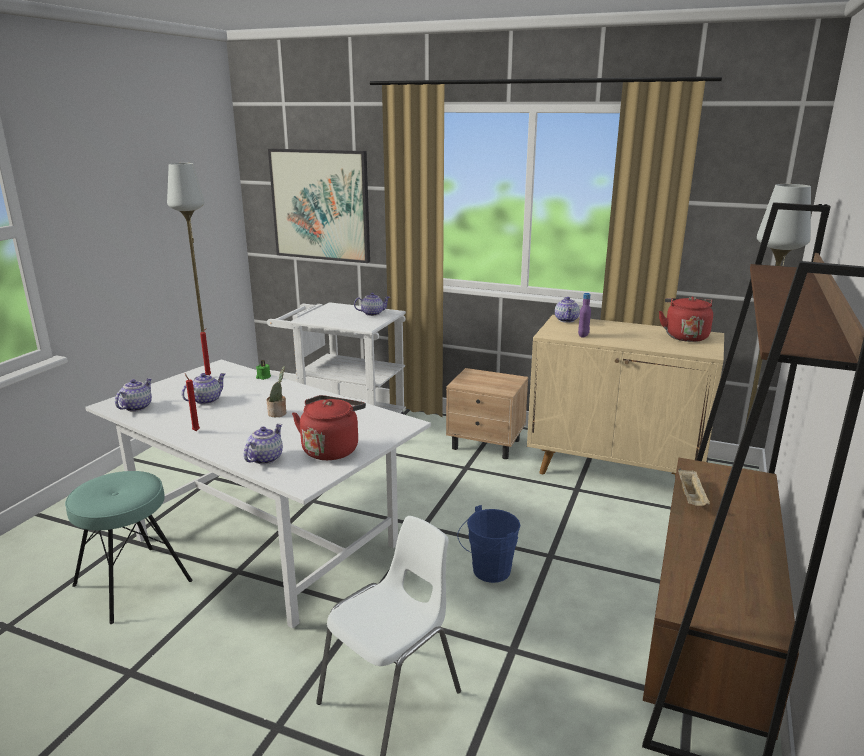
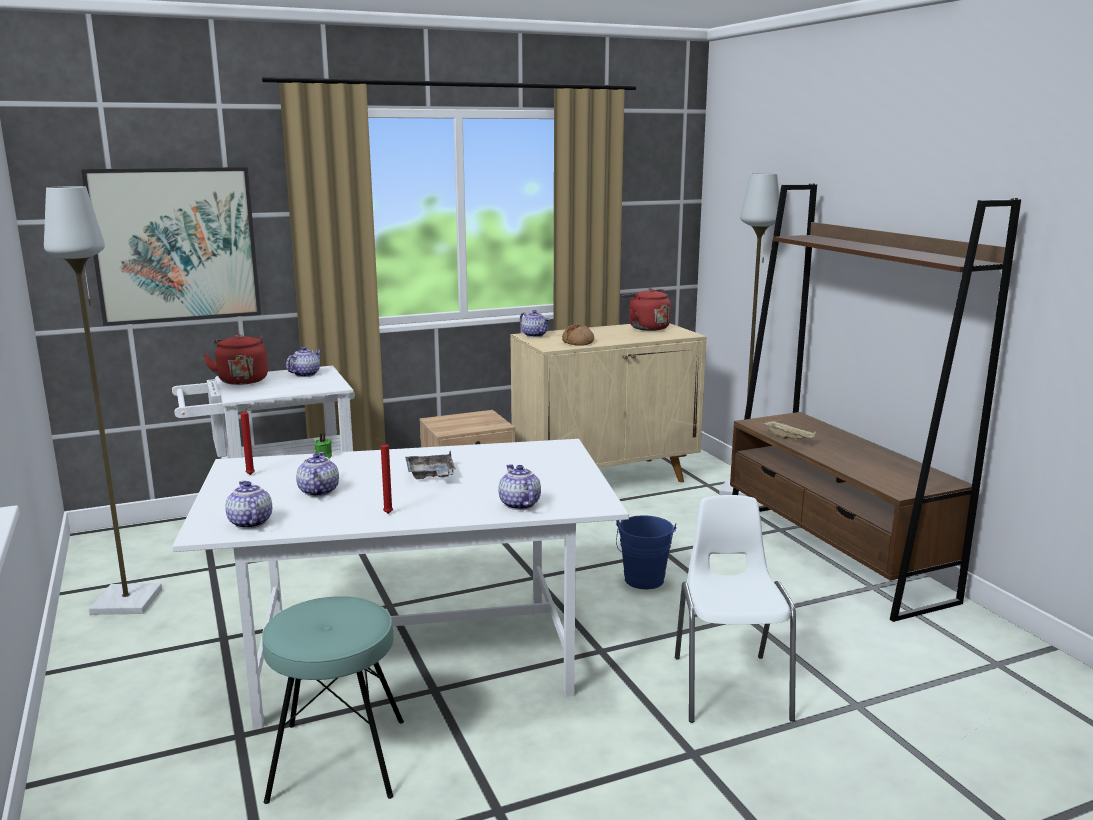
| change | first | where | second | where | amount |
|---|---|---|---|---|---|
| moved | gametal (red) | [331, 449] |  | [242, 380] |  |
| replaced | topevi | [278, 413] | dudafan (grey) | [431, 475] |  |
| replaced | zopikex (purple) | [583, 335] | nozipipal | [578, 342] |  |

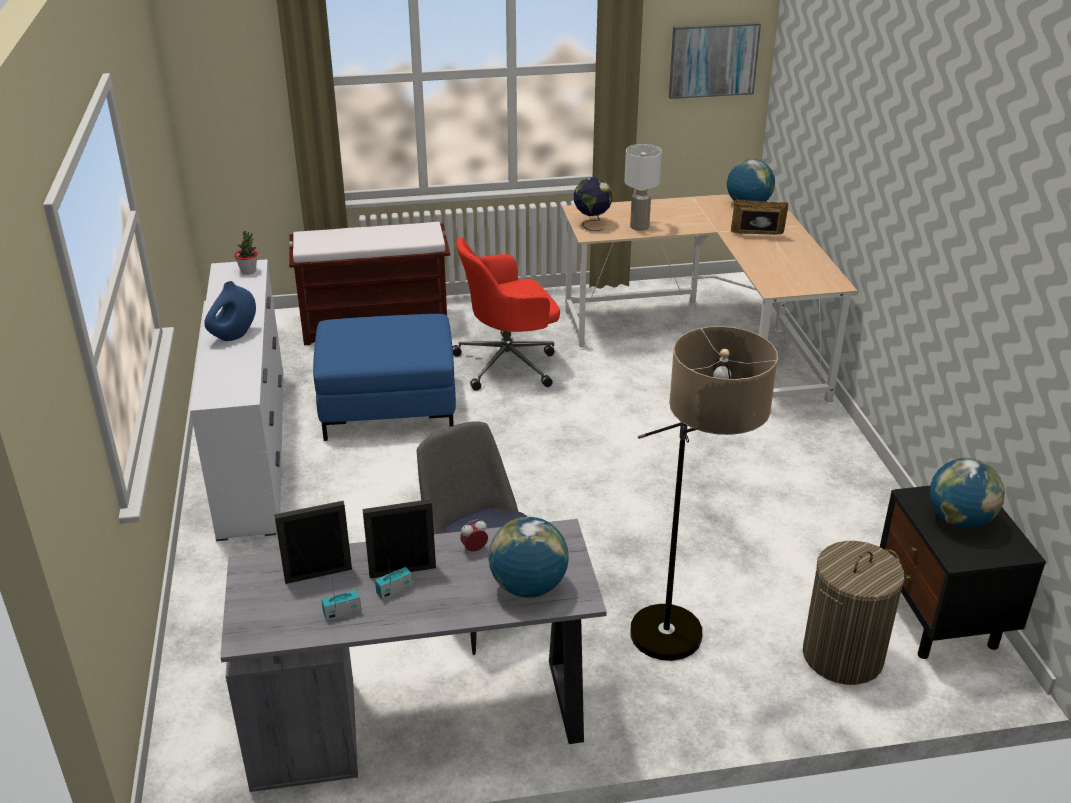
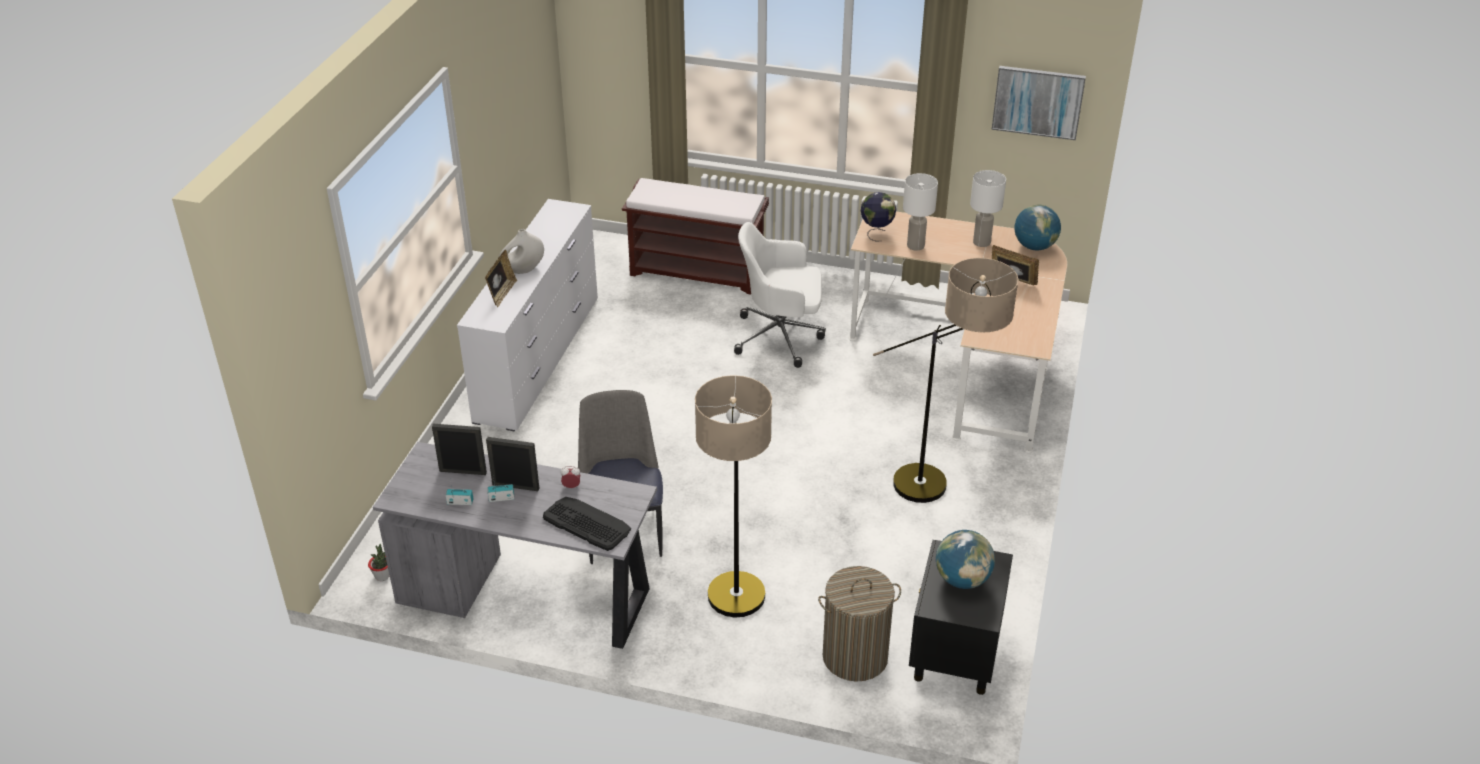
| change | first | where | second | where | amount |
|---|---|---|---|---|---|
| removed | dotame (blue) | [389, 406] |  |  |  |
| added |  |  | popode | [502, 294] |  |
| added |  |  | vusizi | [939, 492] |  |
| added |  |  | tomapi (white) | [982, 243] |  |
| moved | topevi | [248, 271] |  | [382, 576] |  |
| replaced | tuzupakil | [528, 586] | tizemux | [586, 523] |  |
| recoloured | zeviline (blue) | [234, 336] | zeviline (white) | [523, 270] |  |
| recoloured | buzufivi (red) | [509, 363] | buzufivi (white) | [781, 337] |  |

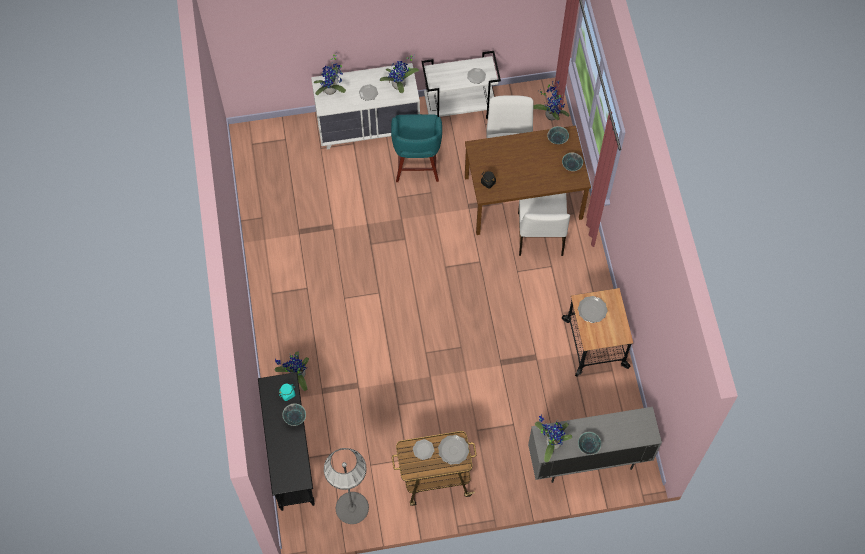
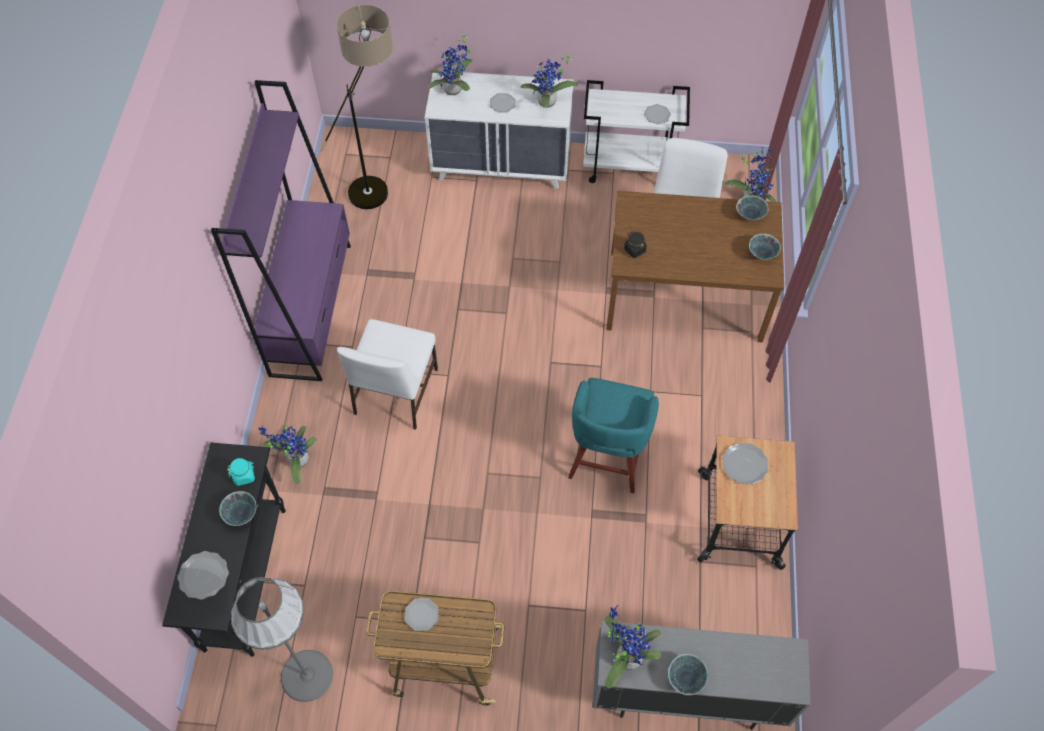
| change | first | where | second | where | amount |
|---|---|---|---|---|---|
| added |  |  | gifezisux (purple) | [311, 308] |  |
| added |  |  | vusizi | [379, 183] |  |
| moved | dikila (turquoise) | [417, 165] |  | [607, 459] |  |
| moved | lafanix | [453, 450] |  | [204, 575] |  |
| moved | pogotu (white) | [539, 235] |  | [394, 392] |  |

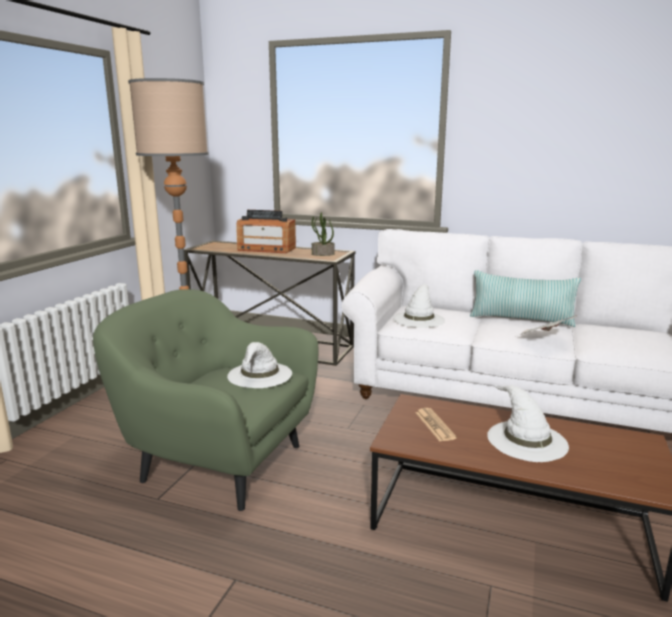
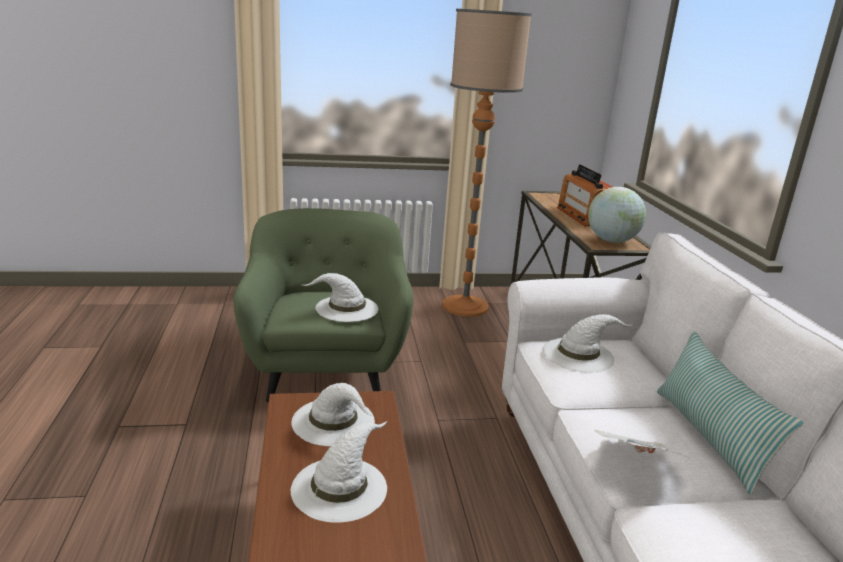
| change | first | where | second | where | amount |
|---|---|---|---|---|---|
| replaced | topevi | [322, 254] | tuzupakil | [611, 241] |  |
| replaced | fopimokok | [435, 425] | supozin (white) | [334, 421] |  |

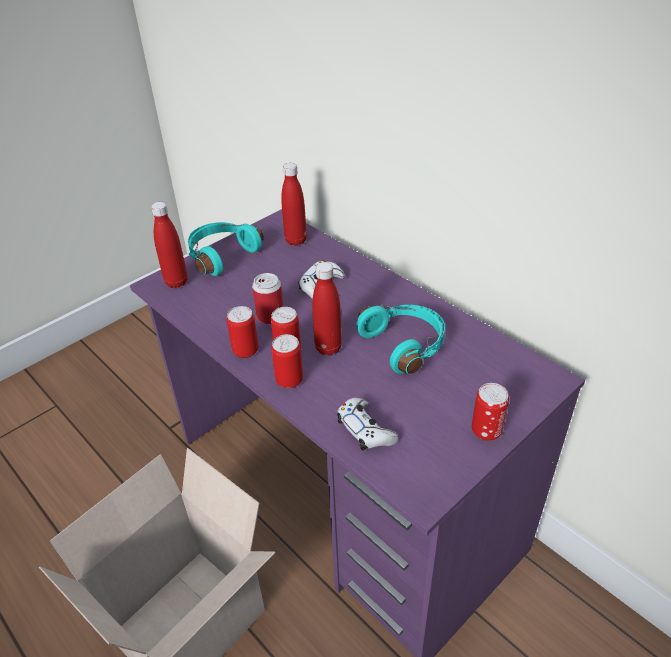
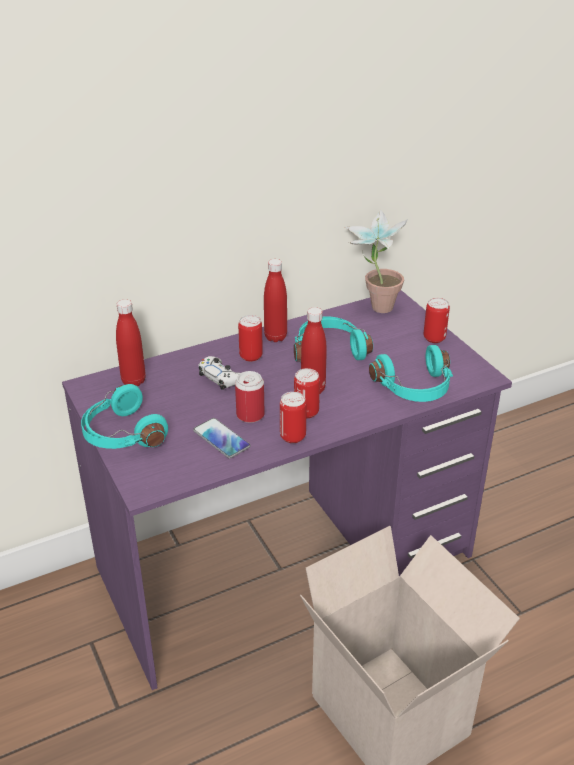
| change | first | where | second | where | amount |
|---|---|---|---|---|---|
| added |  |  | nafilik | [221, 439] |  |
| added |  |  | topevi | [373, 307] |  |
| moved | zopikex (red) | [176, 282] |  | [275, 337] |  |
| moved | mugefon | [289, 380] |  | [251, 356] |  |
| replaced | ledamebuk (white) | [365, 430] | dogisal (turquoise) | [415, 388] |  |

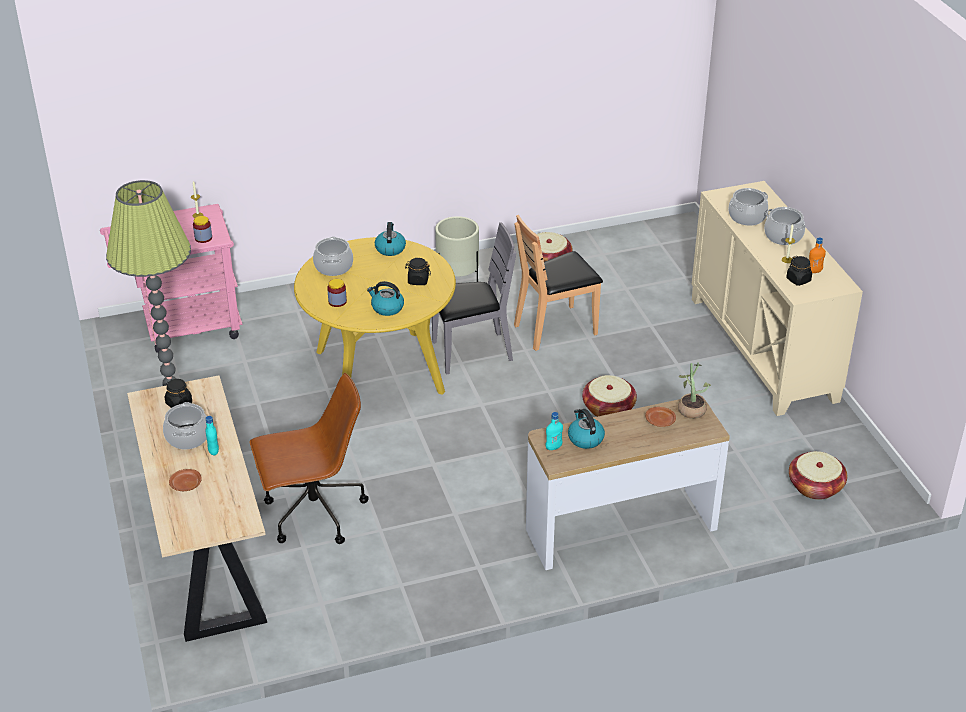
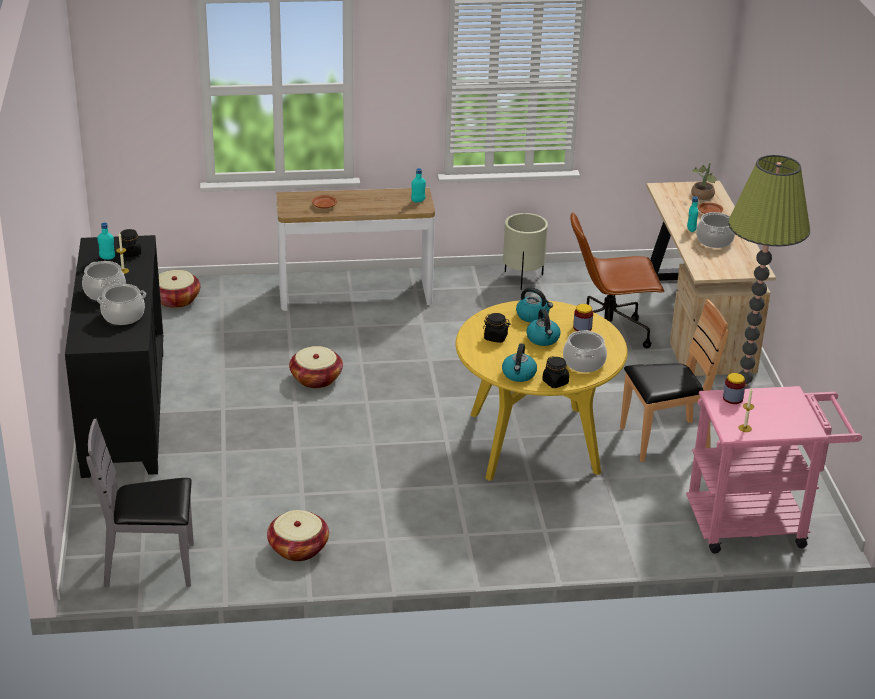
| change | first | where | second | where | amount |
|---|---|---|---|---|---|
| moved | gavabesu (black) | [179, 403] |  | [555, 382] |  |
| moved | pogotu (grey) | [471, 352] |  | [151, 566] |  |
| moved | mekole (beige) | [457, 282] |  | [523, 278] |  |
| moved | pogotu (brown) | [555, 328] |  | [664, 440] |  |
| moved | gametal | [585, 438] |  | [543, 339] |  |
| moved | topevi | [691, 408] |  | [702, 197] |  |
| recoloured | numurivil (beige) | [763, 348] | numurivil (black) | [123, 411] |  |
| recoloured | zopikex (orange) | [814, 271] | zopikex (turquoise) | [107, 258] |  |

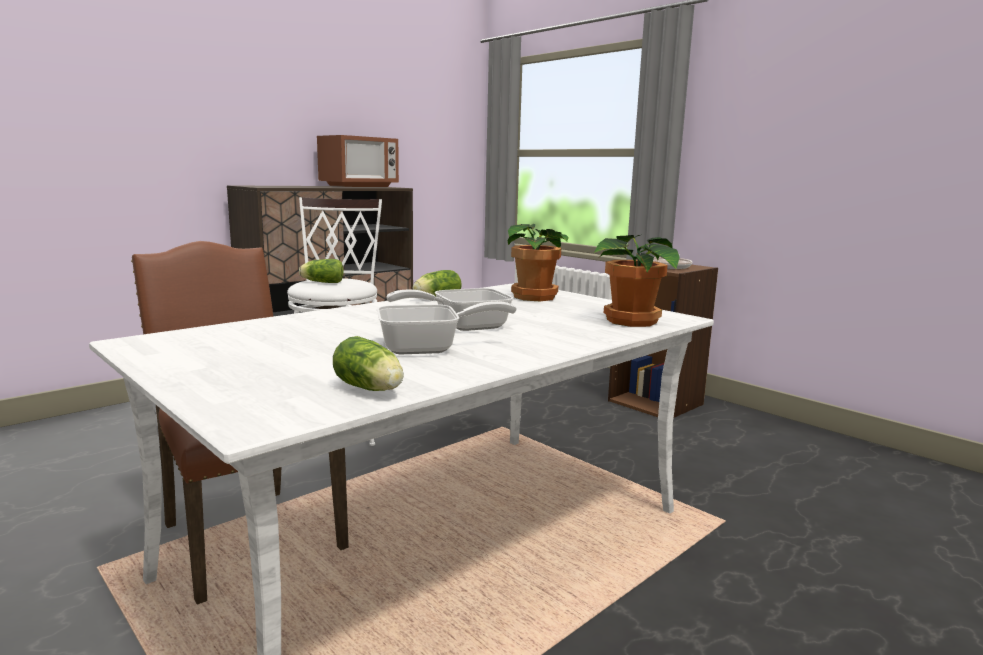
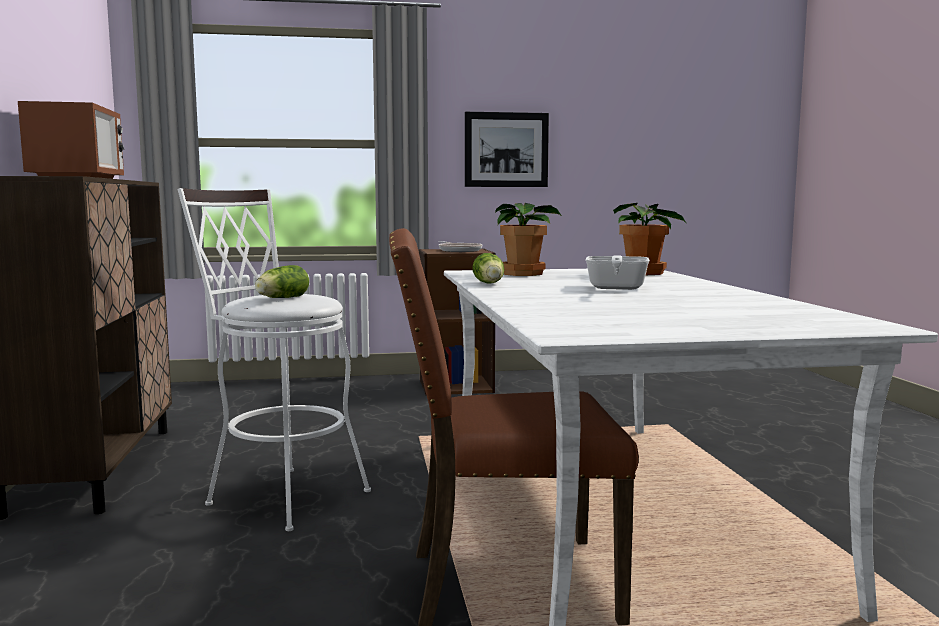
| change | first | where | second | where | amount |
|---|---|---|---|---|---|
| removed | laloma | [371, 389] |  |  |  |
| removed | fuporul | [430, 348] |  |  |  |
| added |  |  | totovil | [506, 150] |  |

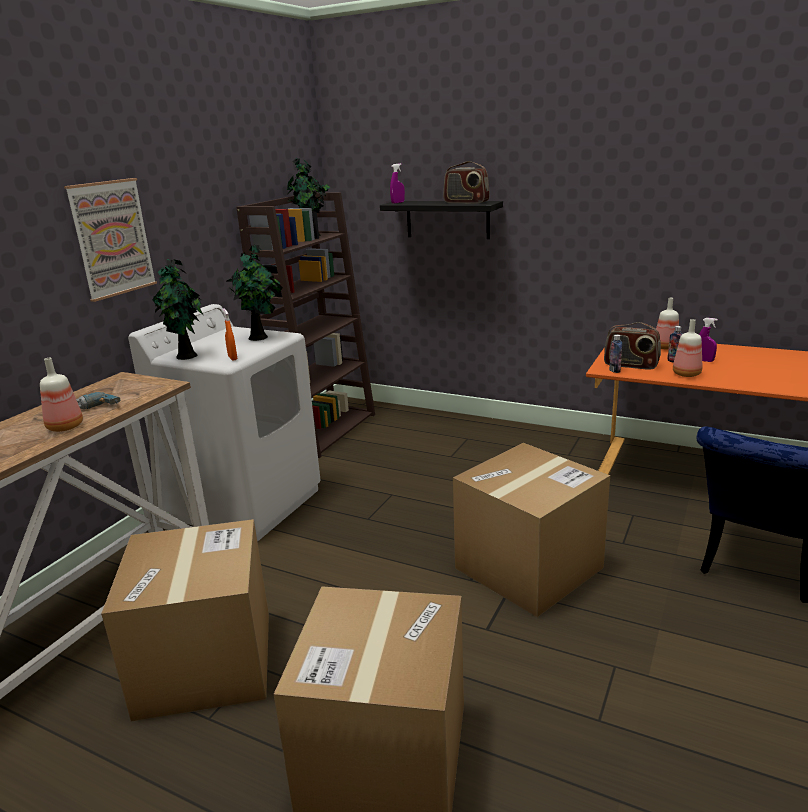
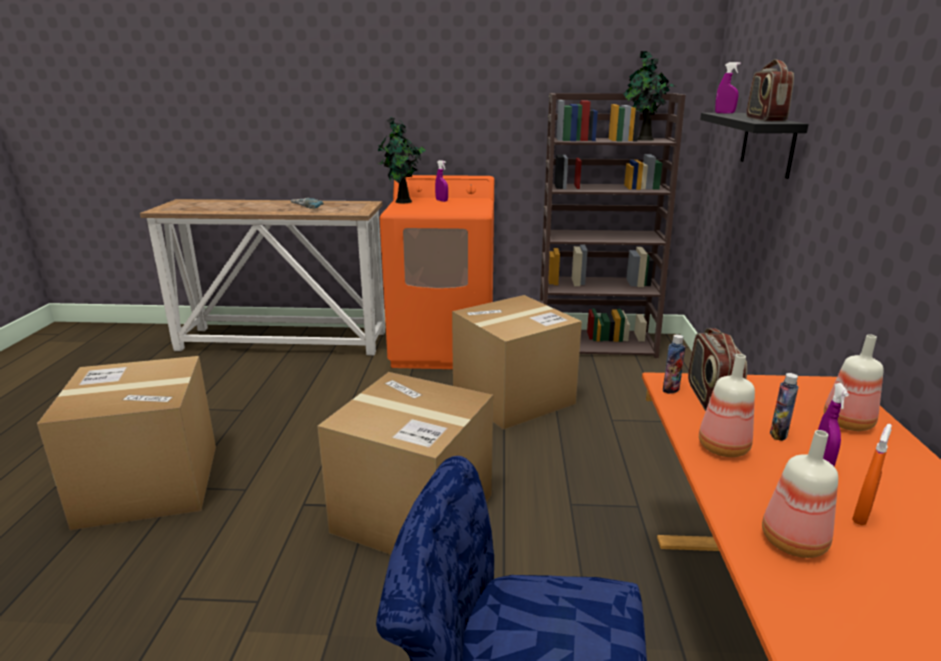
| change | first | where | second | where | amount |
|---|---|---|---|---|---|
| removed | totovil | [112, 238] |  |  |  |
| removed | topevi | [260, 337] |  |  |  |
| added |  |  | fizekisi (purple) | [441, 201] |  |
| moved | zopikex | [64, 427] |  | [791, 541] |  |
| moved | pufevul | [206, 663] |  | [513, 397] |  |
| moved | fizekisi (orange) | [232, 358] |  | [861, 516] |  |
| recoloured | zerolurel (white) | [247, 503] | zerolurel (orange) | [444, 348] |  |

